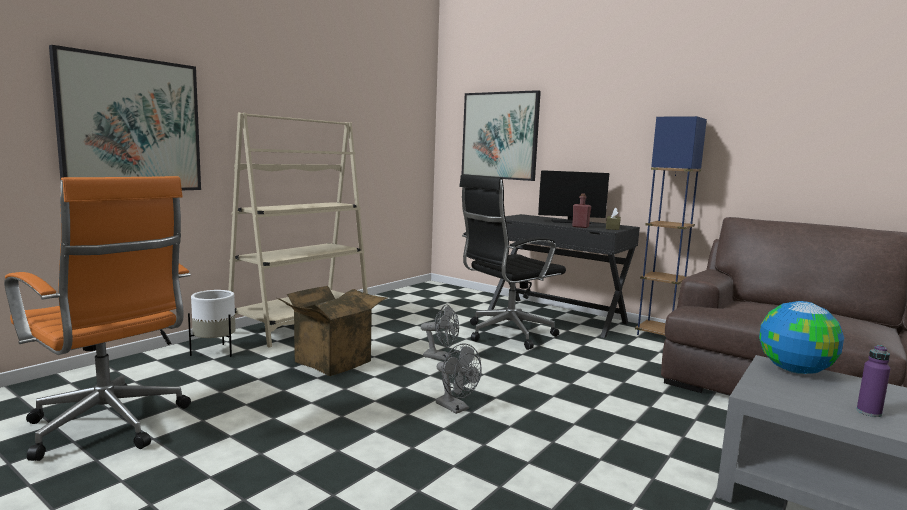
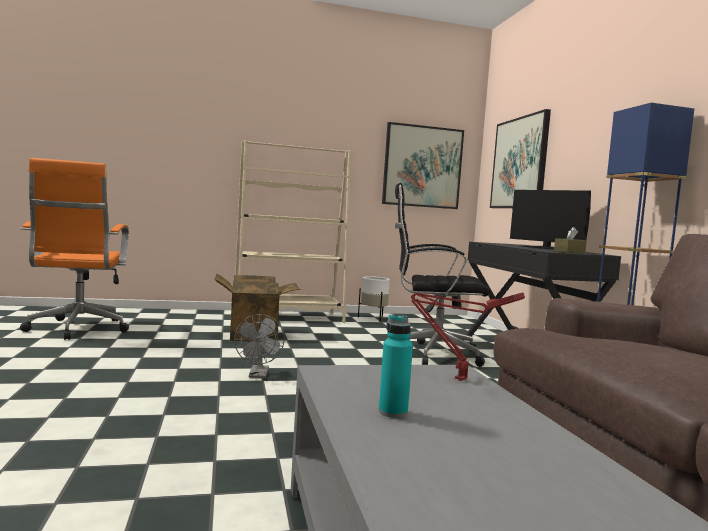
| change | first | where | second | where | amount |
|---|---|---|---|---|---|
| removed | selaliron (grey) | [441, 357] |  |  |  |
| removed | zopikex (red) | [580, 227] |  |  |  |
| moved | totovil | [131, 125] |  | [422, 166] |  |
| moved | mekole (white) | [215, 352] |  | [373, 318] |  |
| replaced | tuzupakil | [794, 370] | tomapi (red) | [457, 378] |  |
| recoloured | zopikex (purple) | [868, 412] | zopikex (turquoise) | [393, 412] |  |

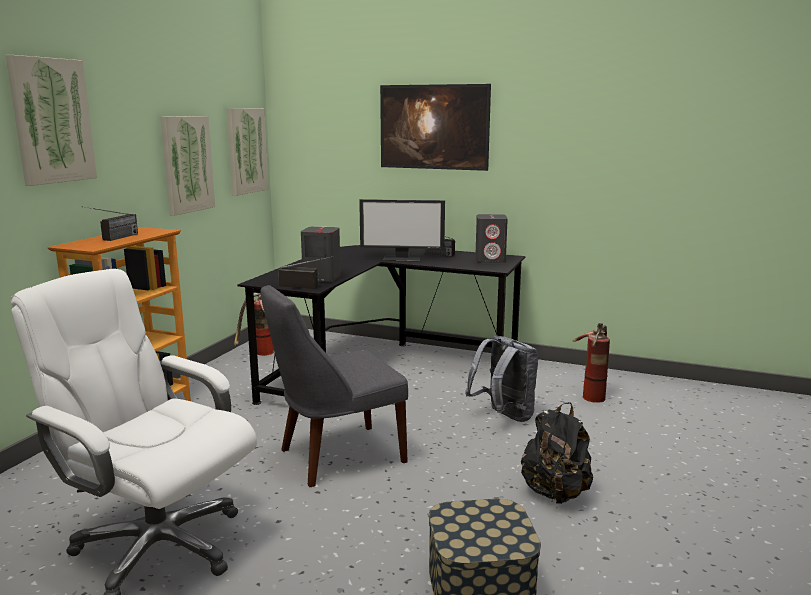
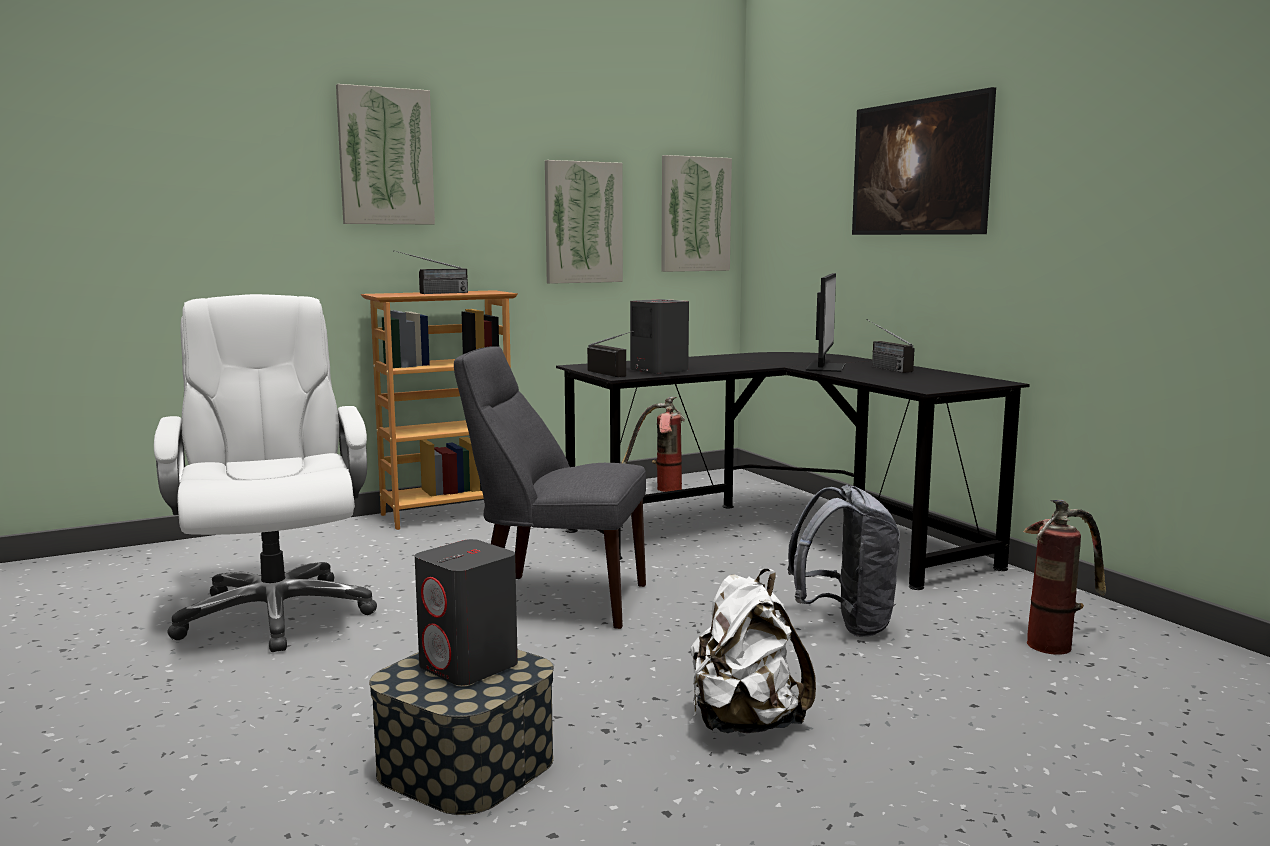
| change | first | where | second | where | amount |
|---|---|---|---|---|---|
| moved | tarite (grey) | [490, 260] |  | [469, 666] |  |
| recoloured | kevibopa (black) | [555, 493] | kevibopa (white) | [744, 723] |  |
| turned | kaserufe | [402, 258] |  | [824, 367] | 120 degrees counterclockwise |

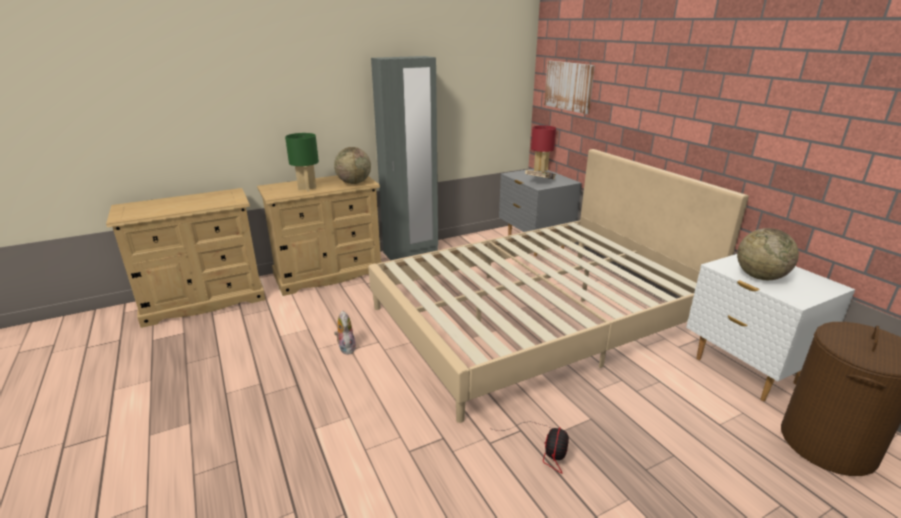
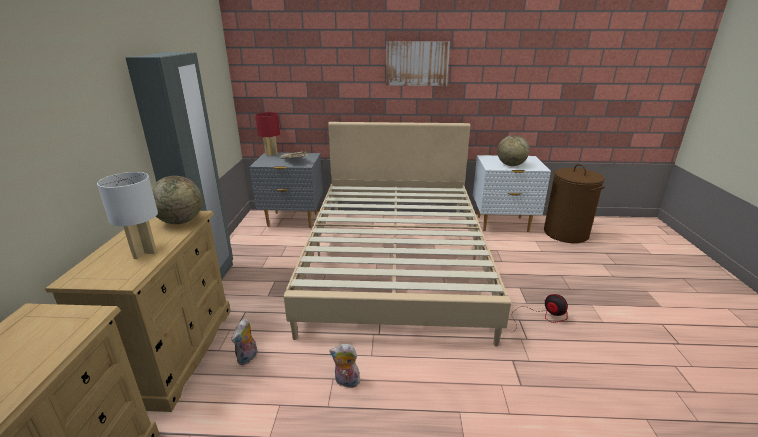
| change | first | where | second | where | amount |
|---|---|---|---|---|---|
| added |  |  | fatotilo | [248, 358] |  |
| moved | totovil | [569, 86] |  | [417, 63] |  |
| recoloured | tomapi (green) | [306, 189] | tomapi (white) | [144, 252] |  |

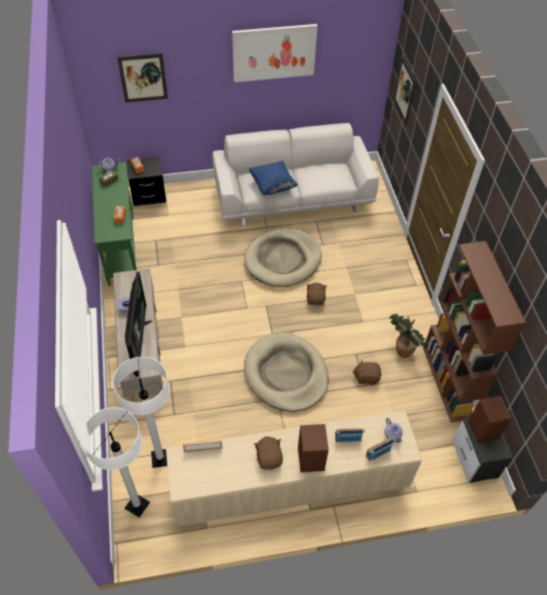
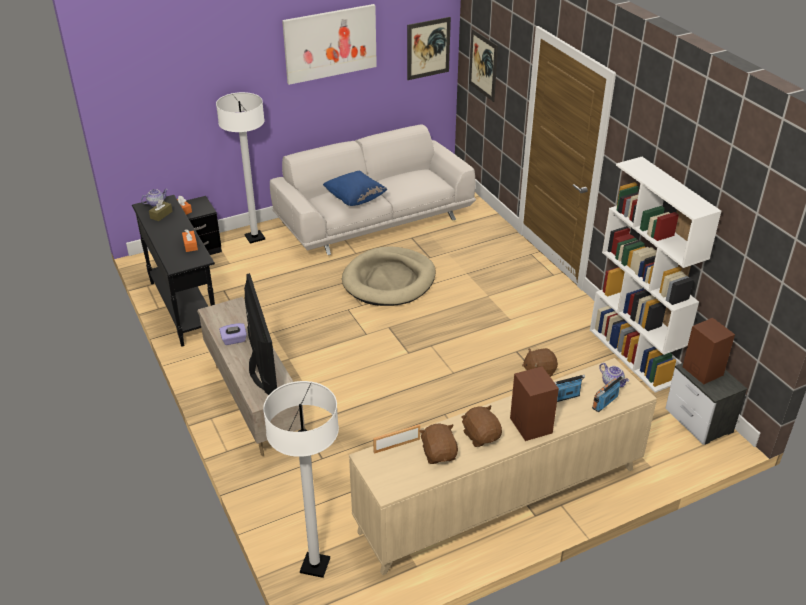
| change | first | where | second | where | amount |
|---|---|---|---|---|---|
| removed | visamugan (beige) | [286, 374] |  |  |  |
| removed | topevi | [402, 348] |  |  |  |
| moved | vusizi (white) | [160, 458] |  | [255, 237] |  |
| moved | totovil | [143, 78] |  | [428, 48] |  |
| moved | fatotilo (brown) | [315, 299] |  | [439, 453] |  |
| recoloured | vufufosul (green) | [121, 250] | vufufosul (black) | [184, 308] |  |
| recoloured | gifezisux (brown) | [448, 382] | gifezisux (white) | [633, 356] |  |

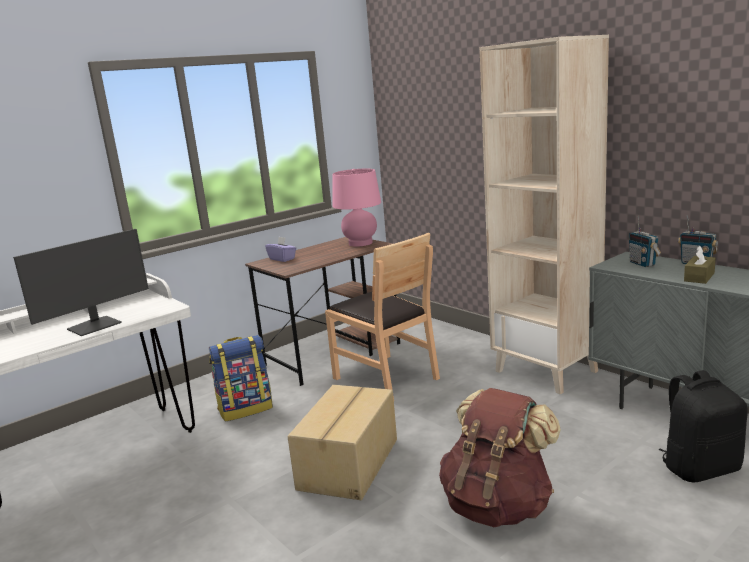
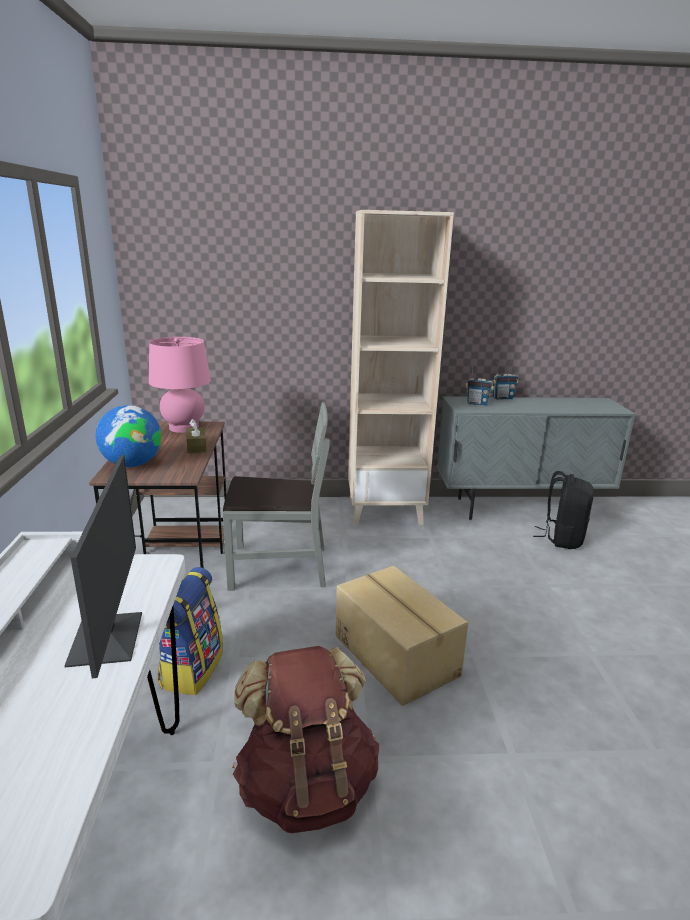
| change | first | where | second | where | amount |
|---|---|---|---|---|---|
| moved | kevibopa (brown) | [498, 505] |  | [306, 785] |  |
| moved | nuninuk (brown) | [699, 277] |  | [196, 446] |  |
| replaced | nuninuk (purple) | [282, 259] | tuzupakil | [132, 464] |  |
| recoloured | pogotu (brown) | [386, 377] | pogotu (grey) | [278, 567] |  |

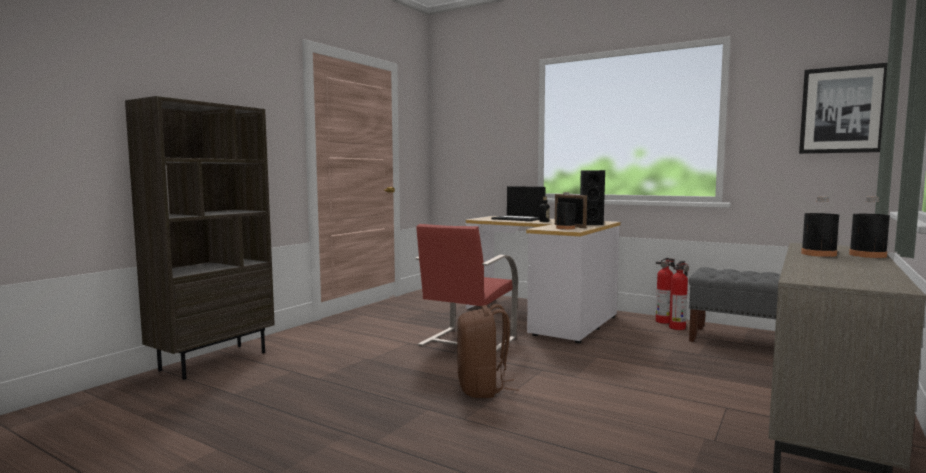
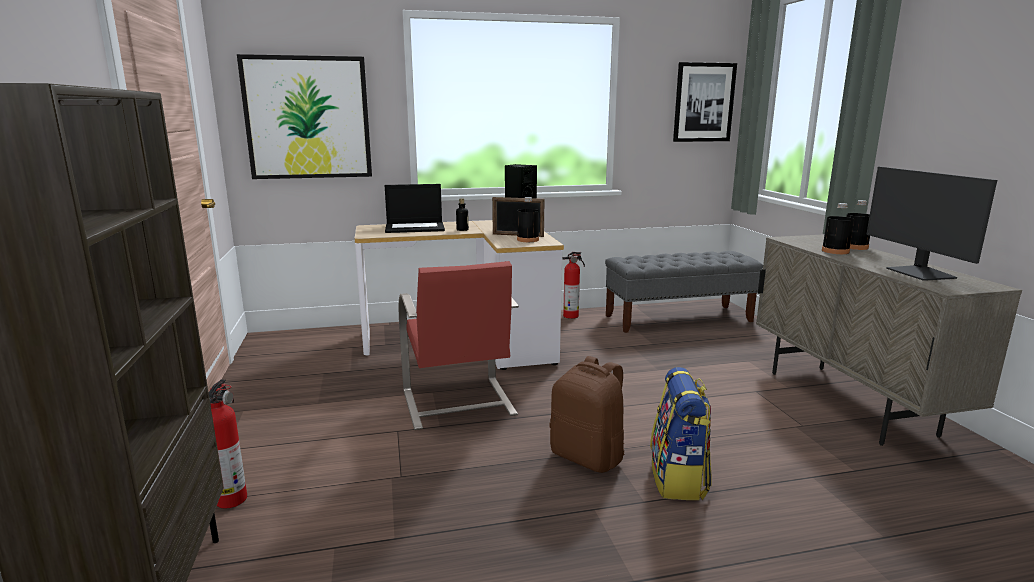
| change | first | where | second | where | amount |
|---|---|---|---|---|---|
| added |  |  | totovil | [308, 118] |  |
| added |  |  | kevibopa | [679, 479] |  |
| added |  |  | kaserufe | [919, 273] |  |
| moved | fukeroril | [677, 327] |  | [232, 498] |  |

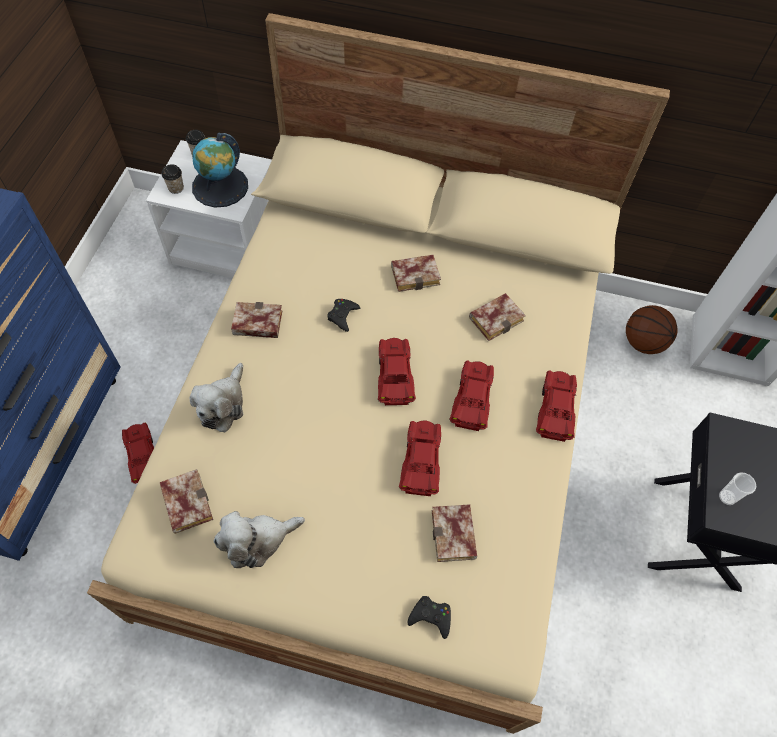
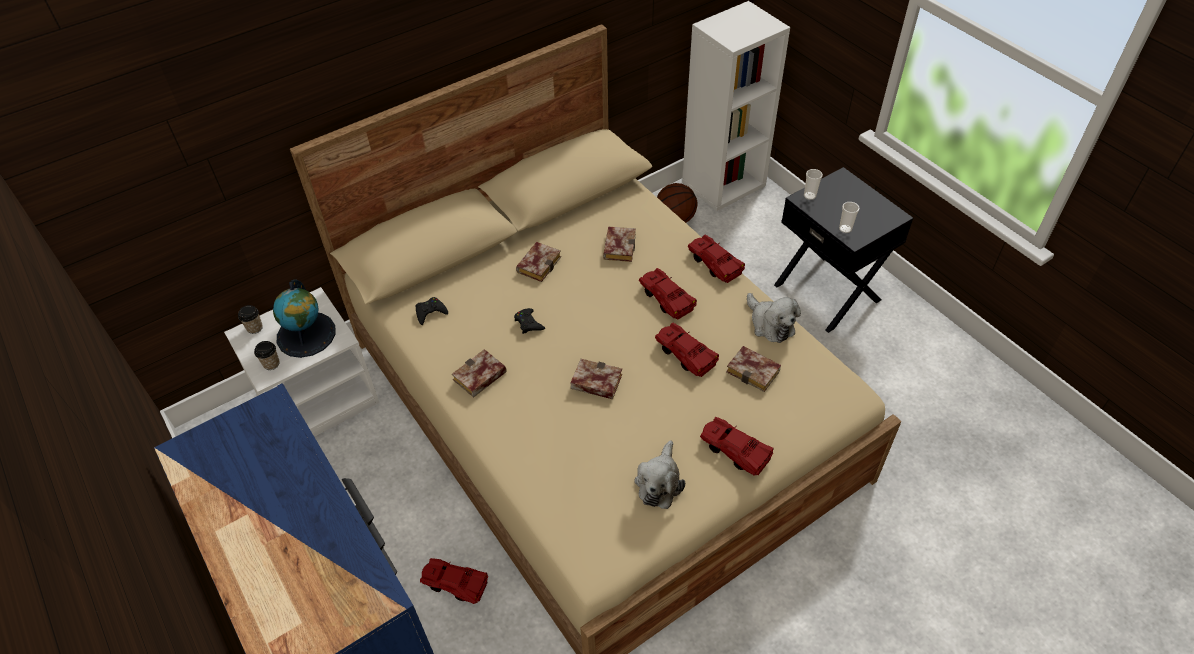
| change | first | where | second | where | amount |
|---|---|---|---|---|---|
| added |  |  | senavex | [809, 196] |  |
| moved | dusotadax | [185, 502] |  | [594, 383] |  |
| moved | fatotilo | [223, 404] |  | [770, 324] |  |
| moved | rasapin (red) | [395, 375] |  | [734, 450] |  |
| moved | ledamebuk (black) | [431, 617] |  | [430, 312] |  |

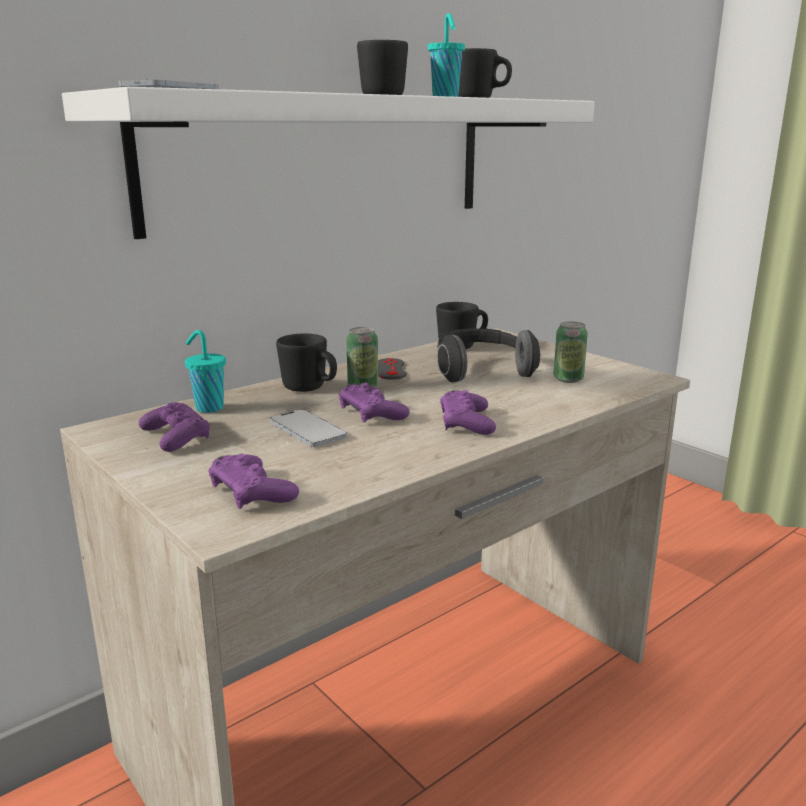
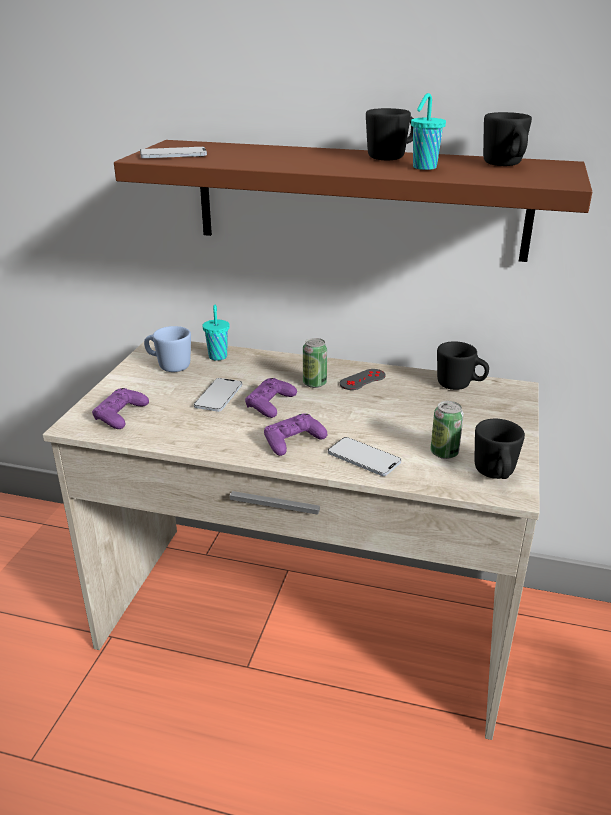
| change | first | where | second | where | amount |
|---|---|---|---|---|---|
| removed | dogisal | [481, 371] |  |  |  |
| added |  |  | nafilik | [364, 458] |  |
| moved | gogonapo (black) | [310, 389] |  | [495, 475] |  |
| replaced | ledamebuk (purple) | [176, 436] | gogonapo (blue) | [169, 366] |  |
| recoloured | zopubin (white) | [326, 161] | zopubin (brown) | [359, 199] |  |

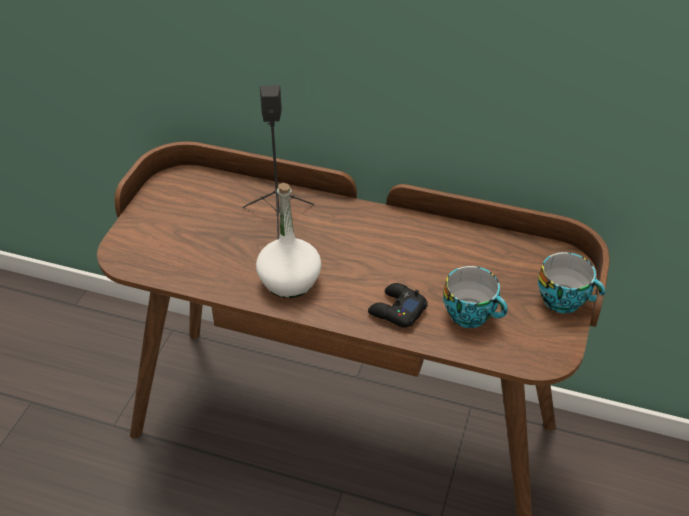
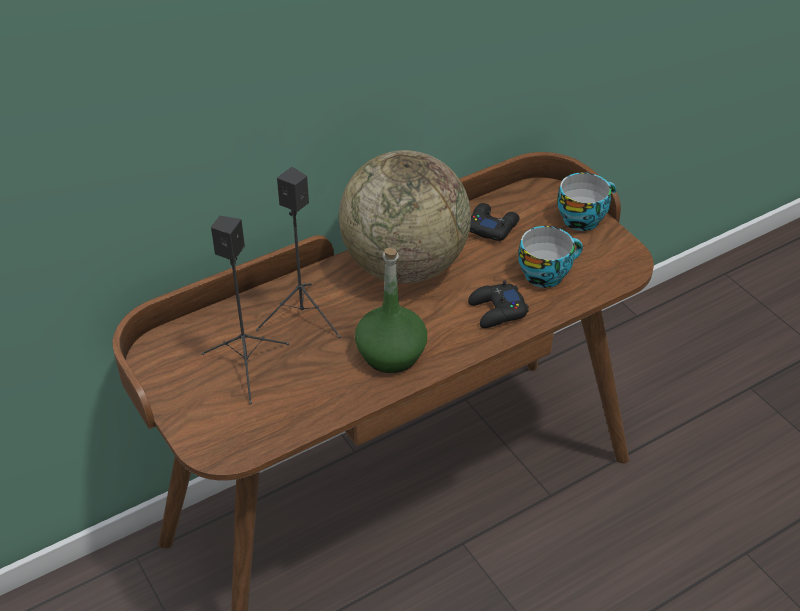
| change | first | where | second | where | amount |
|---|---|---|---|---|---|
| added |  |  | tarite (black) | [248, 365] |  |
| added |  |  | tuzupakil | [404, 266] |  |
| added |  |  | ledamebuk (black) | [492, 226] |  |
| recoloured | zopikex (white) | [290, 281] | zopikex (green) | [391, 354] |  |

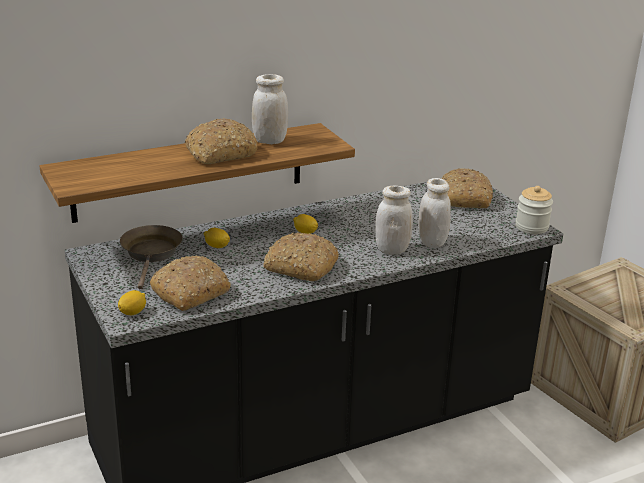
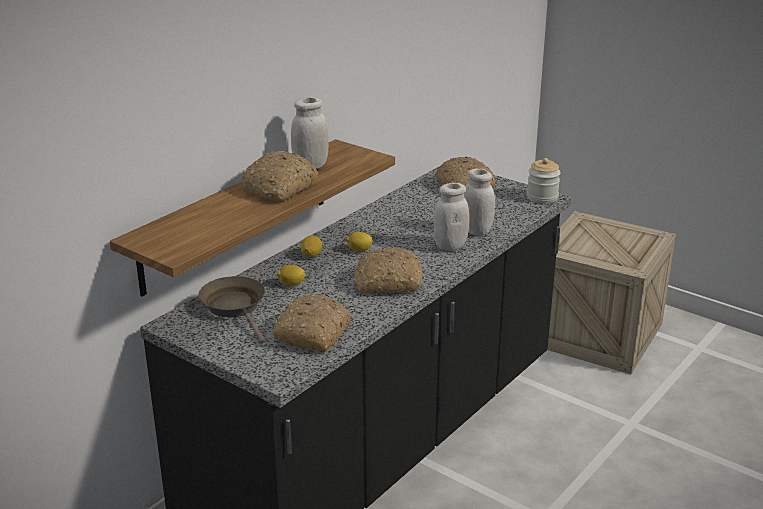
| change | first | where | second | where | amount |
|---|---|---|---|---|---|
| moved | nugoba | [133, 312] |  | [311, 255] |  |

